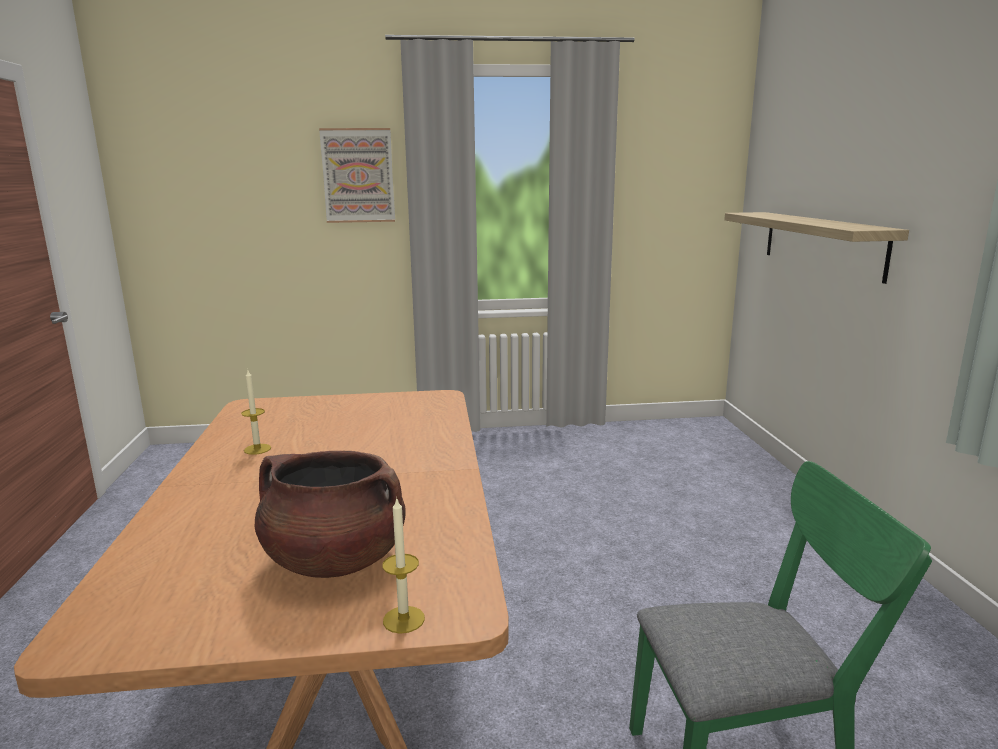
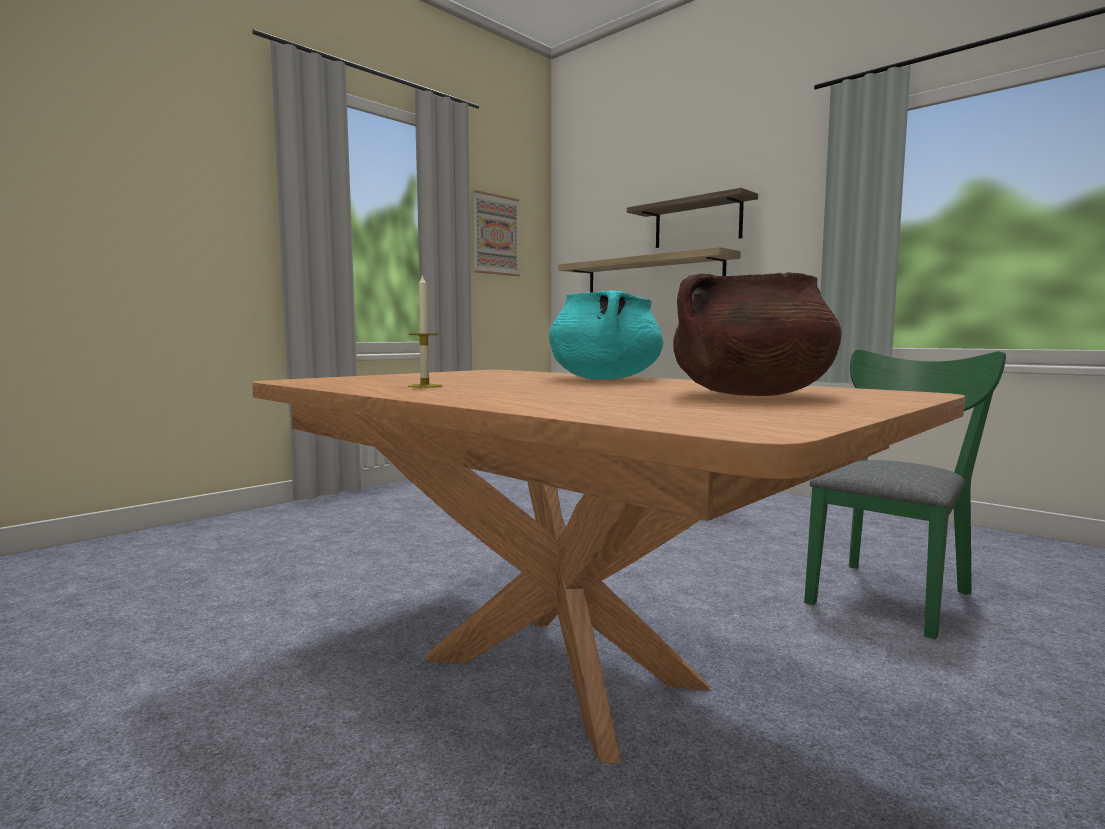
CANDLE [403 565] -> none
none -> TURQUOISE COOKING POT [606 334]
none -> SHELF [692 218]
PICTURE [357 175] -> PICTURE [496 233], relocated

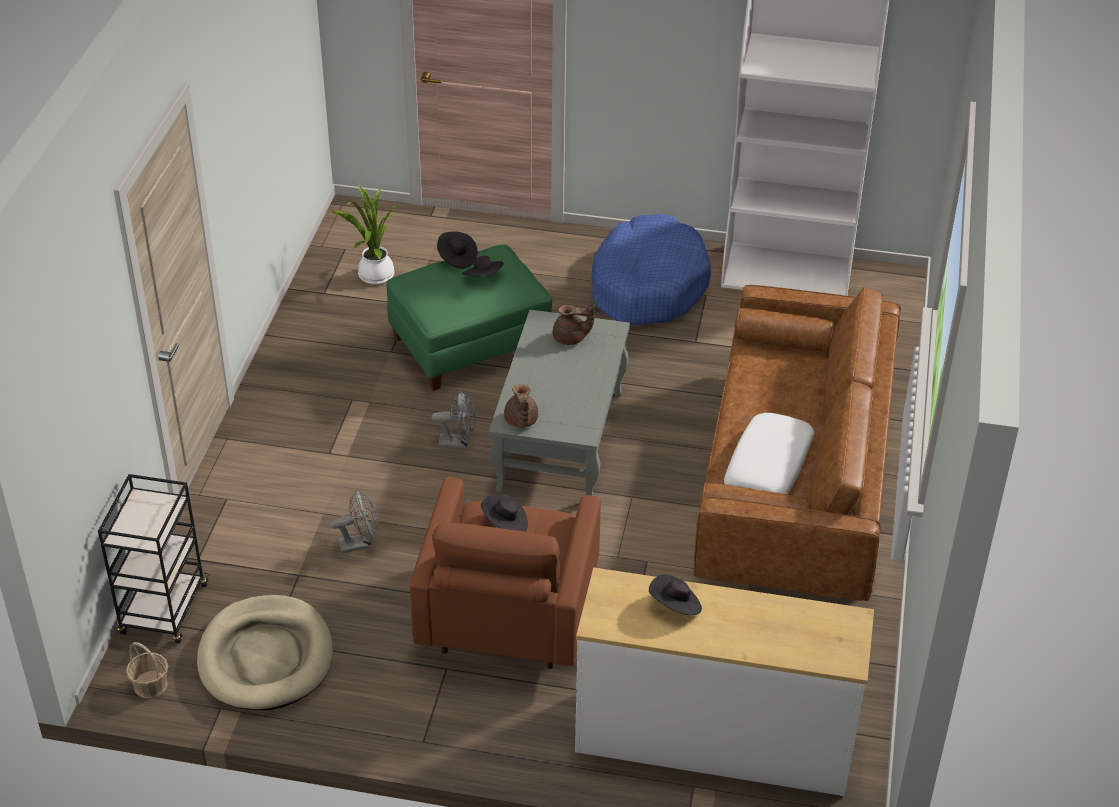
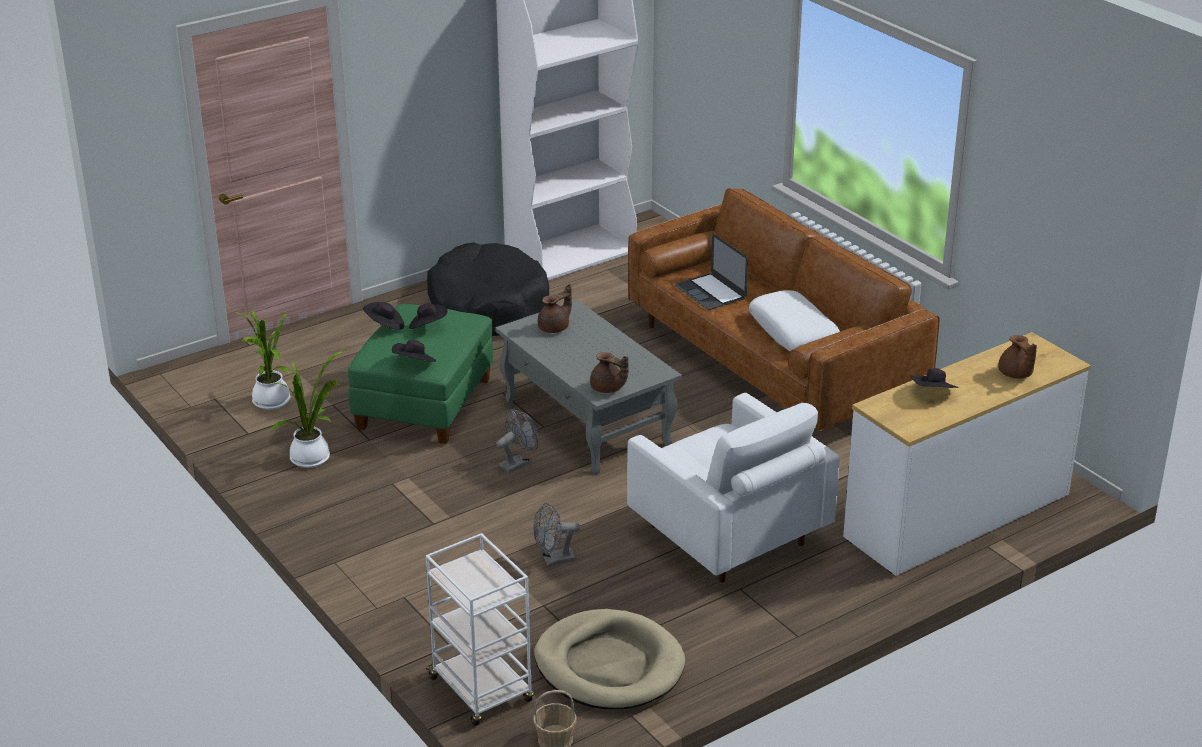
none -> POTTED PLANT [308 409]
none -> LAPTOP [711 272]
none -> BROWN TEAPOT [1017 357]
BLACK HAT [504 512] -> BLACK HAT [414 351], relocated
BLACK CART [154 558] -> WHITE CART [480 629]
BROWN ARMCHAIR [505 573] -> WHITE ARMCHAIR [733 487]
BLUE DOG BED [651 269] -> BLACK DOG BED [488 289]
GREY FAN [354 521] -> GREY FAN [556 534], 135 degrees counterclockwise

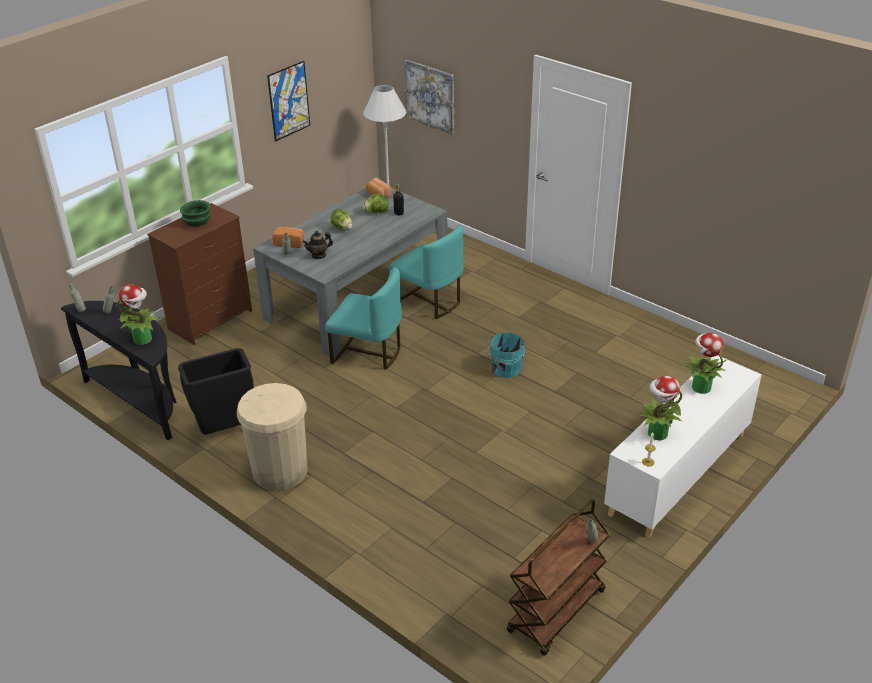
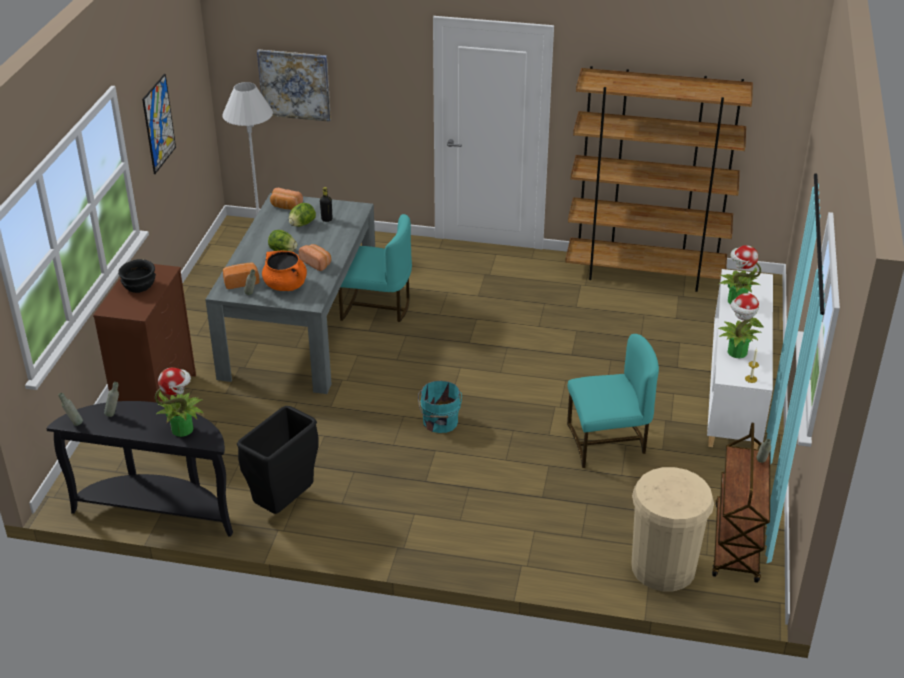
none -> BREAD [315 257]
none -> BROWN BOOKCASE [659 179]
BEIGE TRASH CAN [272 436] -> BEIGE TRASH CAN [672 529], relocated
TURQUOISE CHAIR [363 318] -> TURQUOISE CHAIR [613 401], relocated
TURQUOISE BUCKET [505 355] -> TURQUOISE BUCKET [440 407], relocated
TEAPOT [318 245] -> ORANGE COOKING POT [284 270]
GREEN BOWL [195 213] -> BLACK BOWL [137 276]

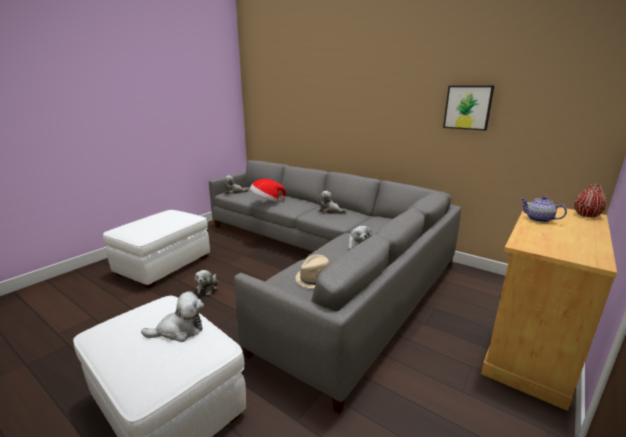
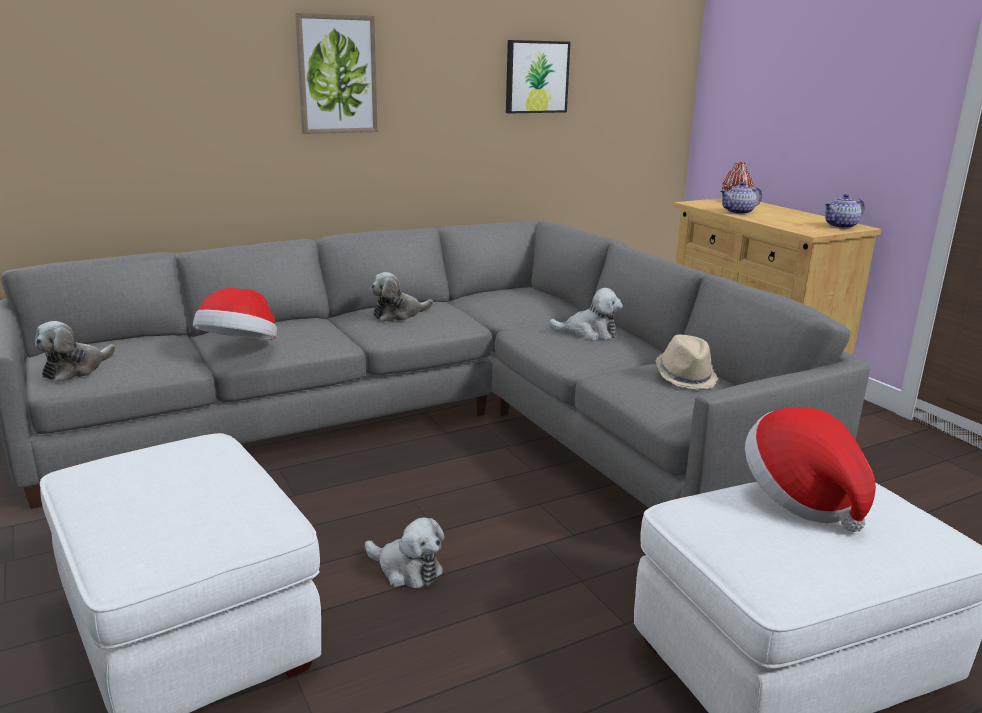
none -> PICTURE [336 73]
none -> TEAPOT [844 211]
PLUSH TOY [172 316] -> HAT [810 469]

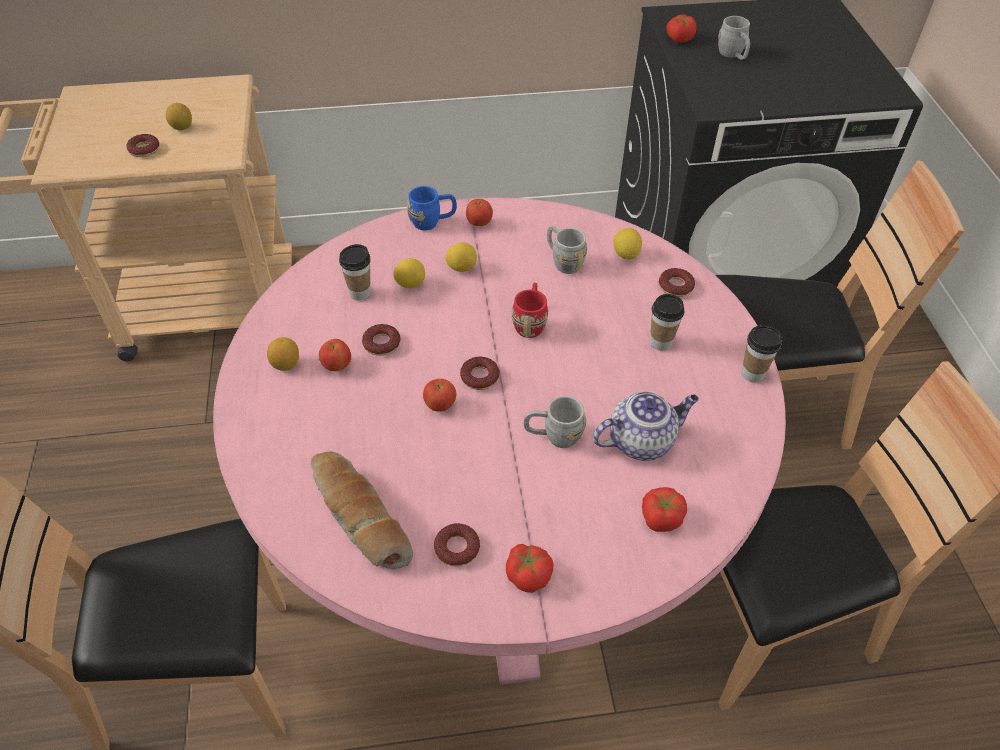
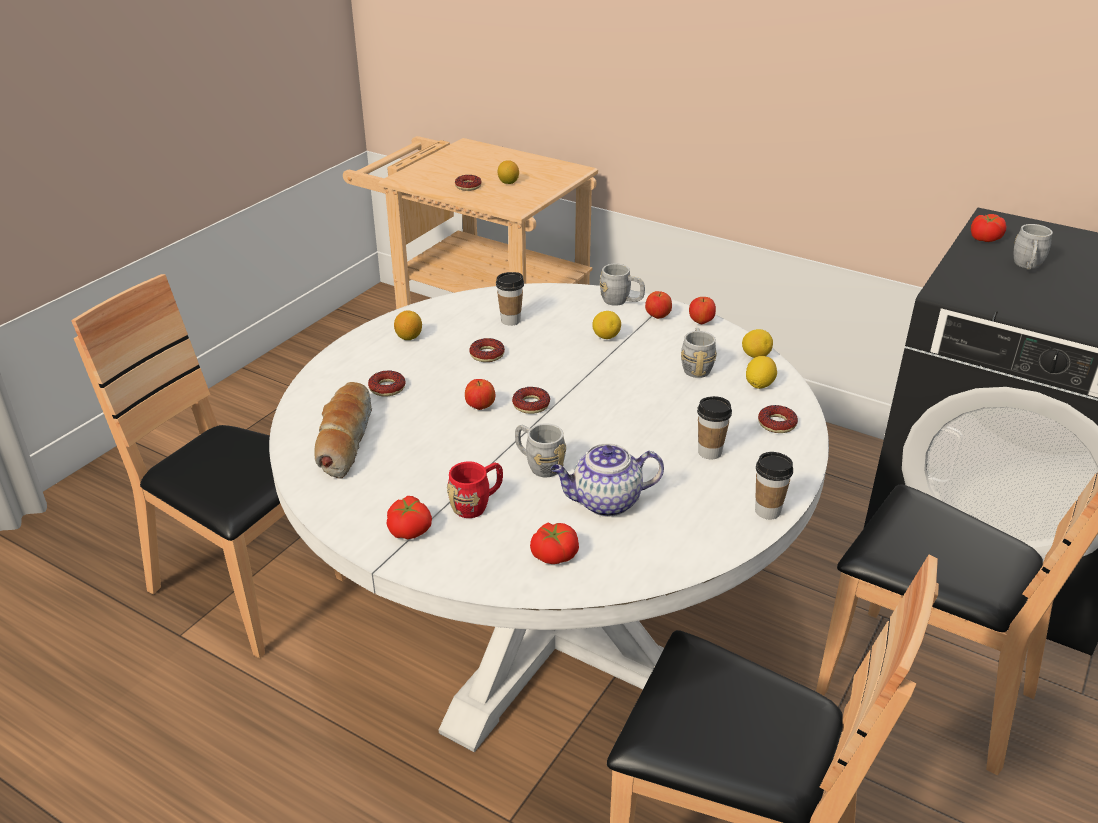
APPLE [335 355] -> APPLE [702 310], relocated
LEMON [409 273] -> LEMON [757 343], relocated
DONUT [457 545] -> DONUT [386 384], relocated
RED MUG [530 310] -> RED MUG [475 490], relocated
PINK DINING TABLE [499 441] -> WHITE DINING TABLE [549 517]
BLUE MUG [432 208] -> GREY MUG [622 285]
TEAPOT [646 425] -> TEAPOT [607 480], 150 degrees clockwise

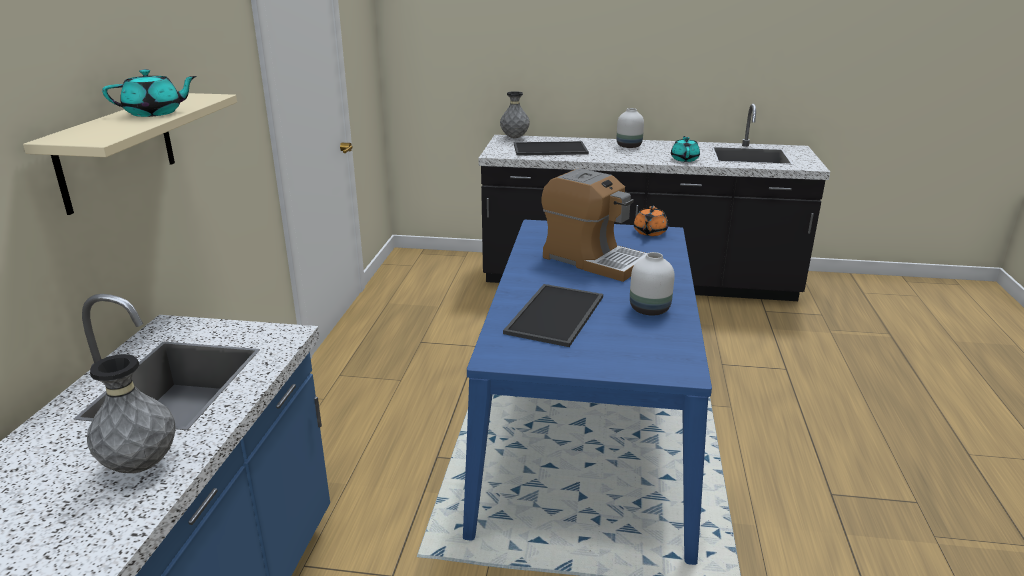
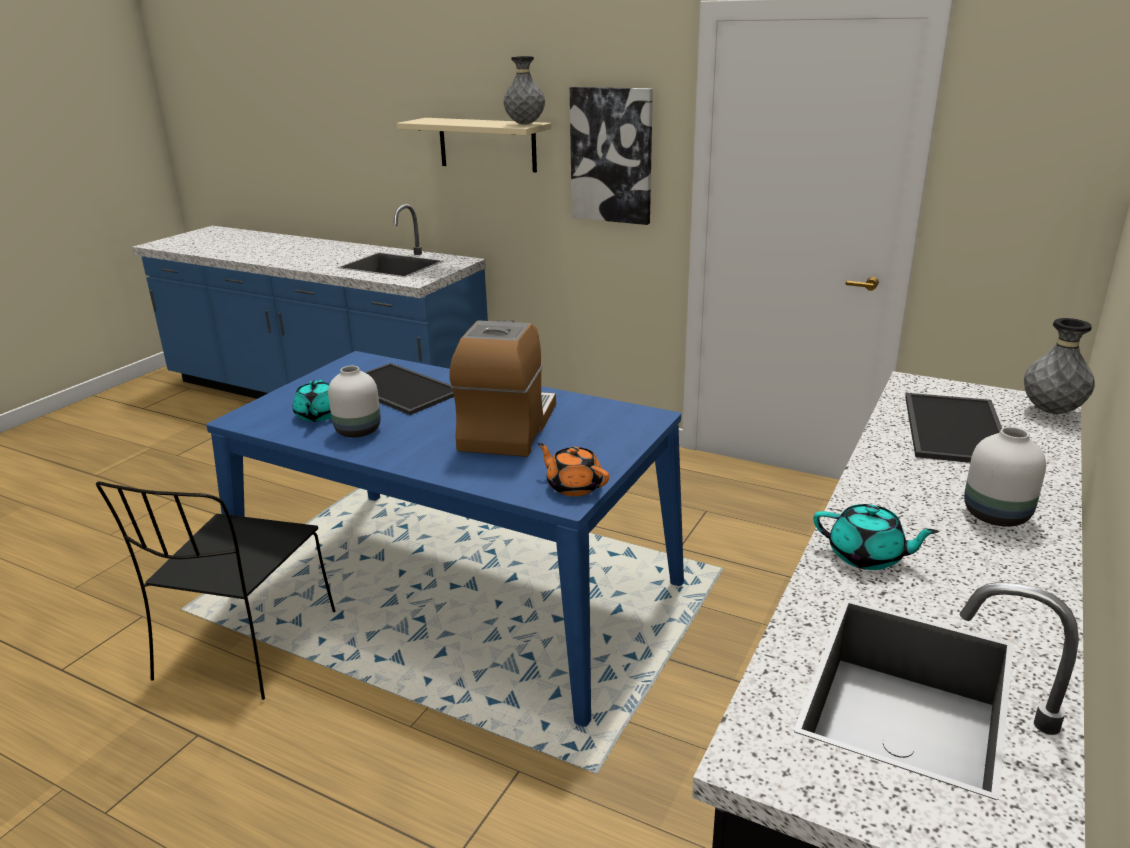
none -> BLACK CHAIR [216 590]
none -> PICTURE [611 156]
GREY VASE [131 413] -> GREY VASE [524 90], relocated
TURQUOISE TEAPOT [149 93] -> TURQUOISE TEAPOT [312 401], relocated
COFFEE MACHINE [594 225] -> COFFEE MACHINE [502 388], 135 degrees clockwise

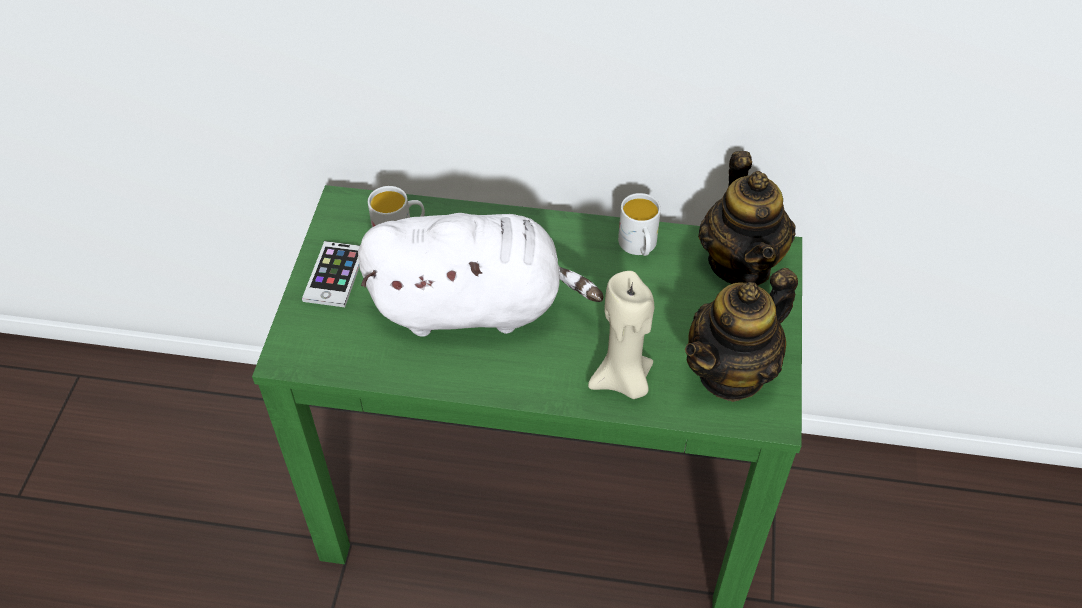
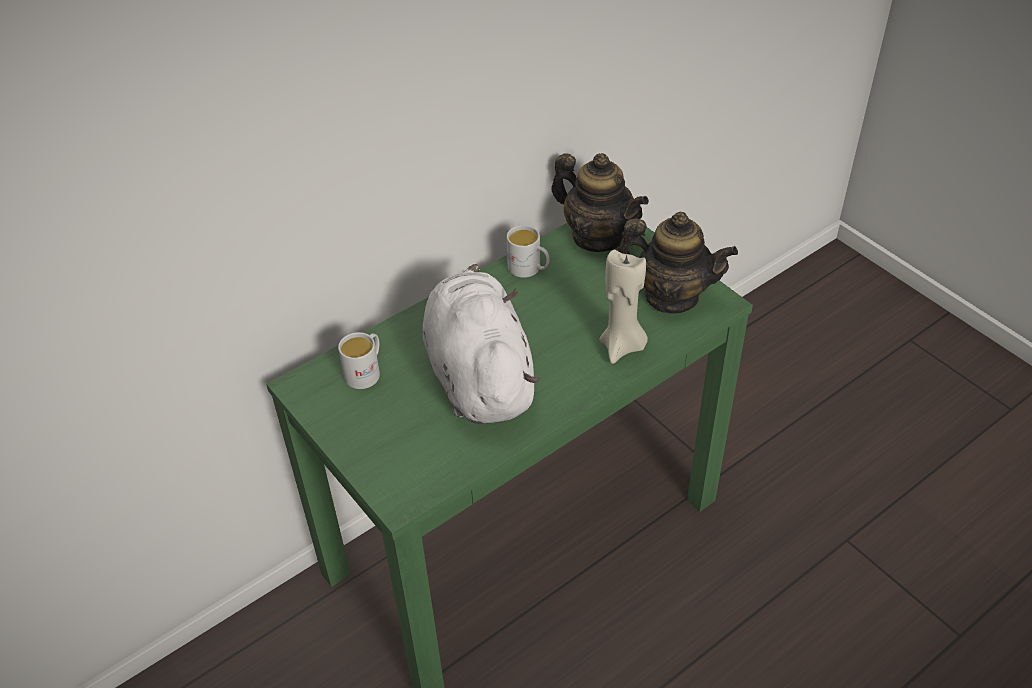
PHONE [331 274] -> none
WHITE PLUSH TOY [480 275] -> WHITE PLUSH TOY [481 344], 60 degrees counterclockwise
TEAPOT [741 335] -> TEAPOT [677 262], 75 degrees counterclockwise

